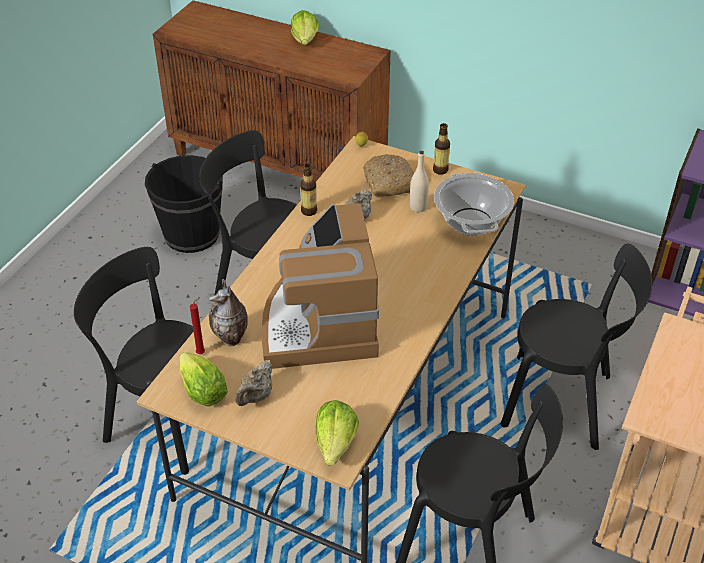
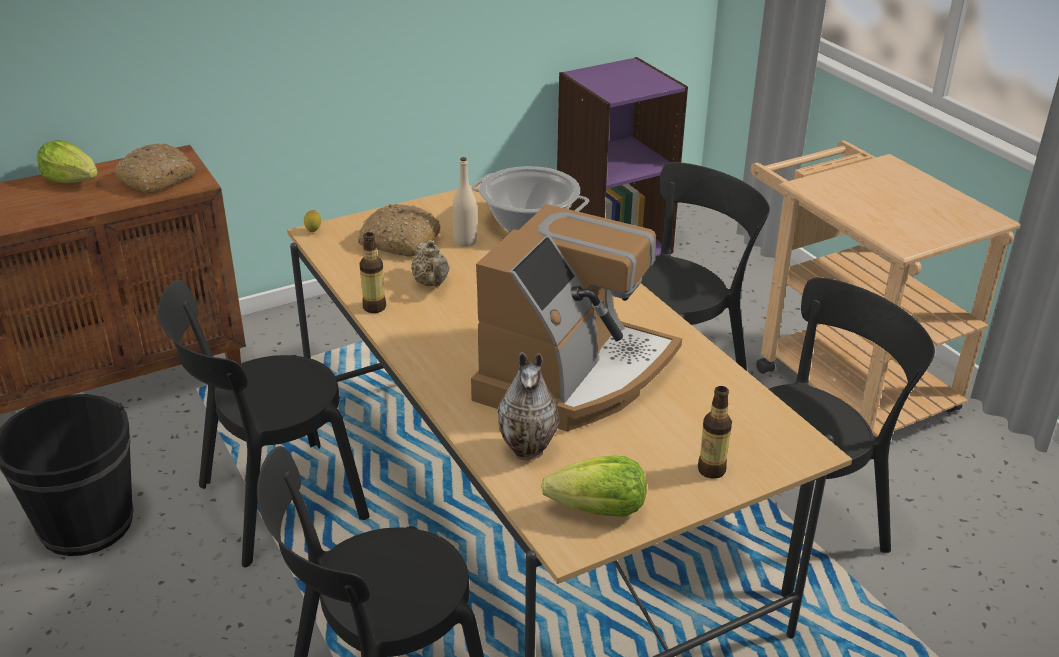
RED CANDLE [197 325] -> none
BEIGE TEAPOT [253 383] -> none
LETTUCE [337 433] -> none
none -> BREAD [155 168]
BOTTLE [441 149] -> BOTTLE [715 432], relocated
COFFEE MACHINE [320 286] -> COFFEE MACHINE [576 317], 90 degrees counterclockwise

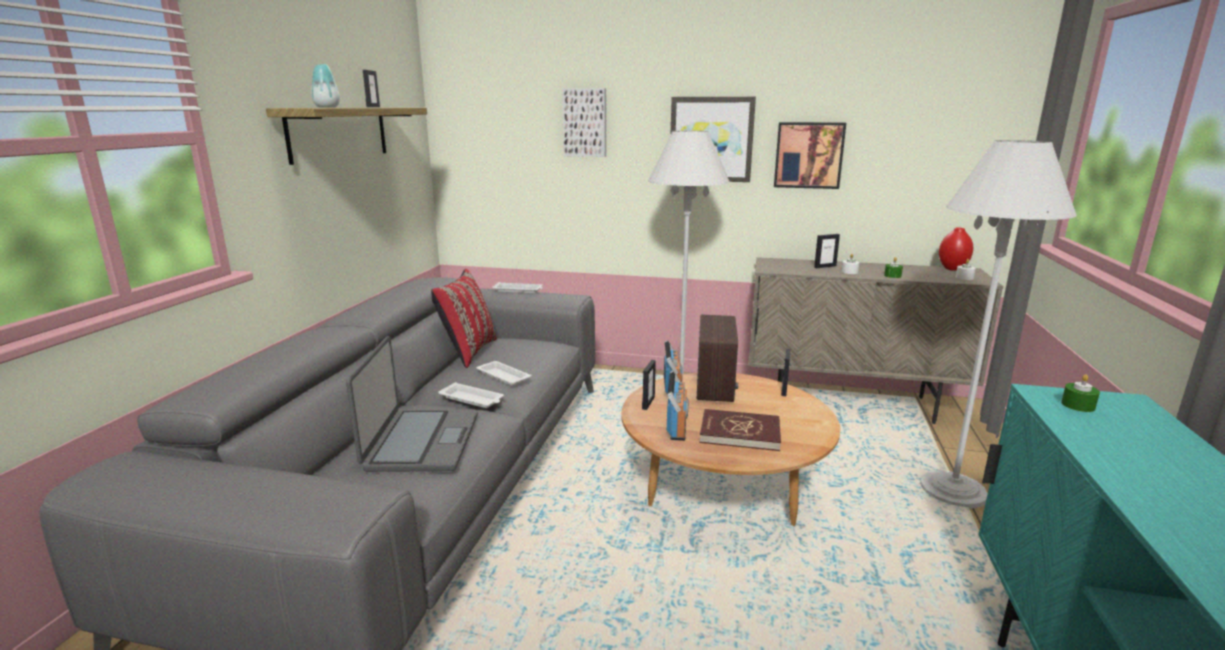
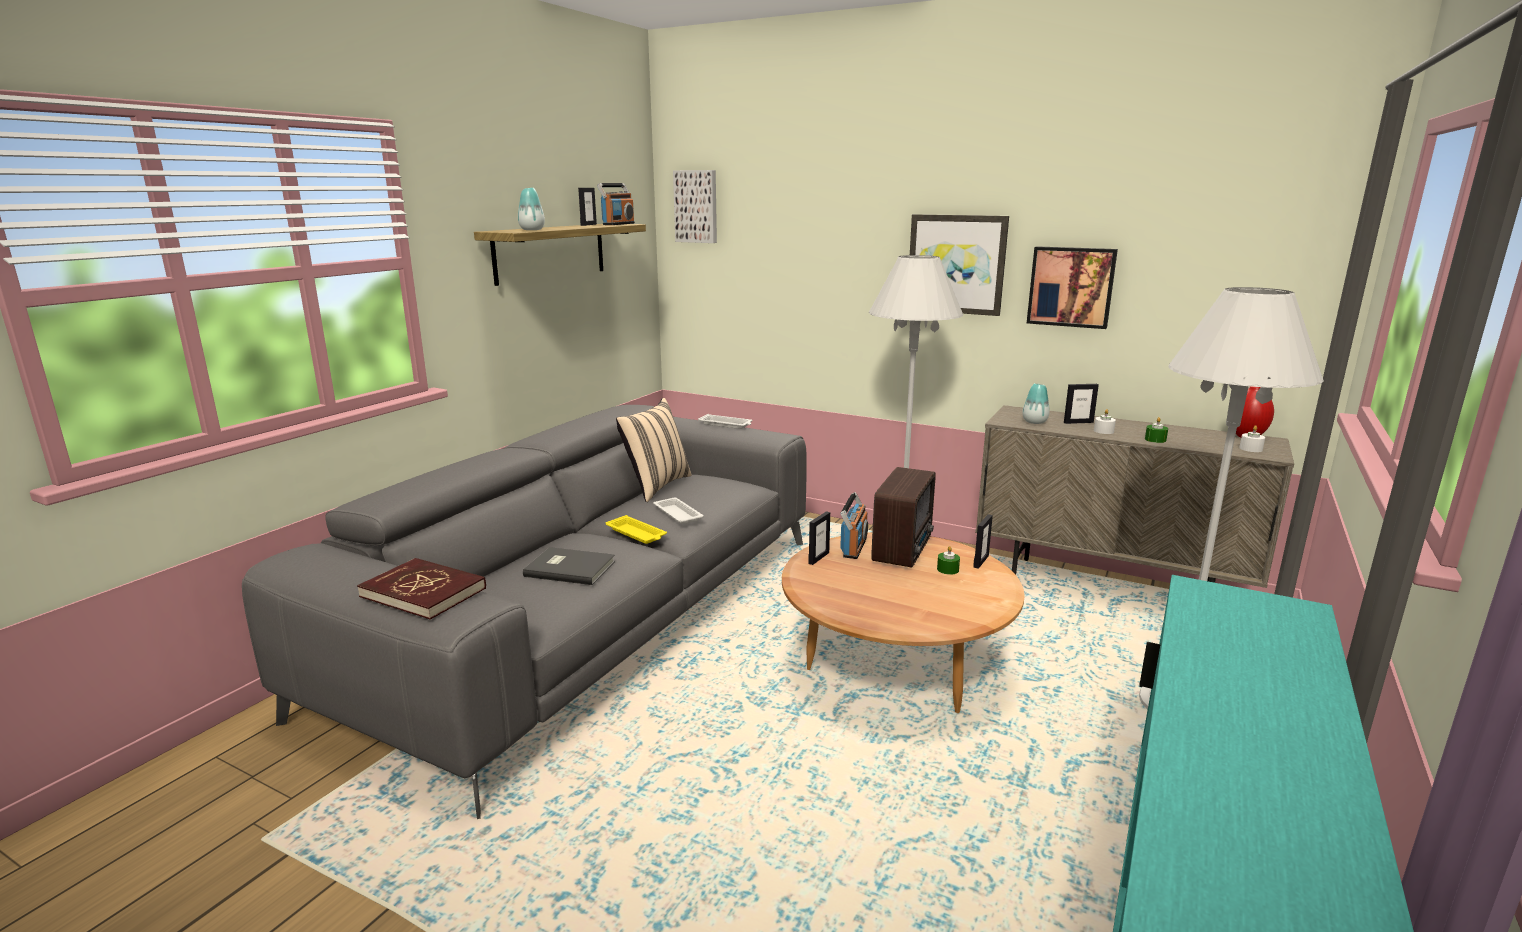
none -> VASE [1036 403]
PICTURE [584 122] -> PICTURE [695 206], relocated
RADIO [678 405] -> RADIO [616 204], relocated
RED BOOK [740 430] -> RED BOOK [421 589], relocated
GREEN CANDLE [1080 393] -> GREEN CANDLE [948 560], relocated
LAPTOP [412 404] -> GREY BOOK [569 566]
RED PILLOW [464 318] -> BEIGE PILLOW [654 450]
WHITE TRAY [471 395] -> YELLOW TRAY [636 529]

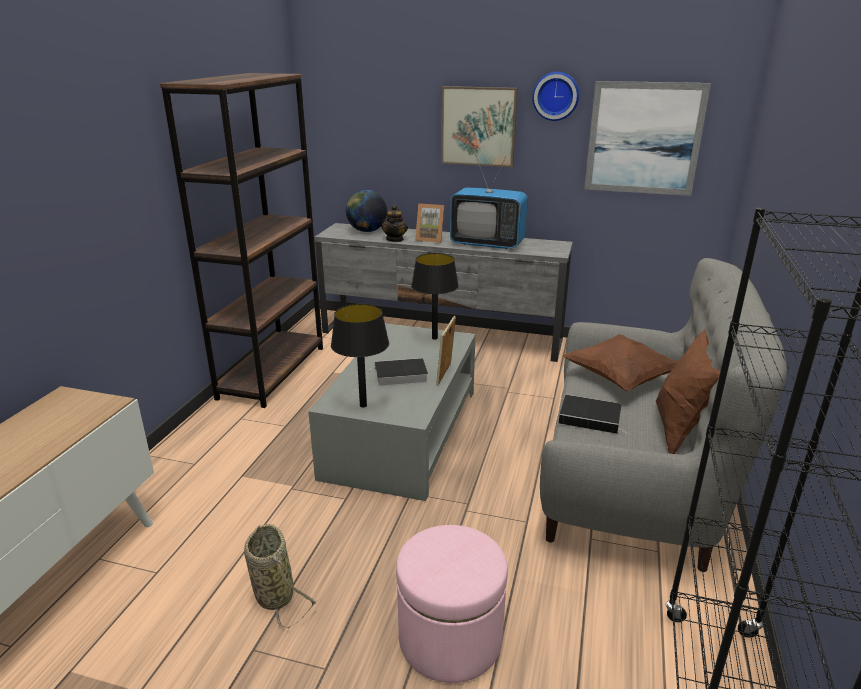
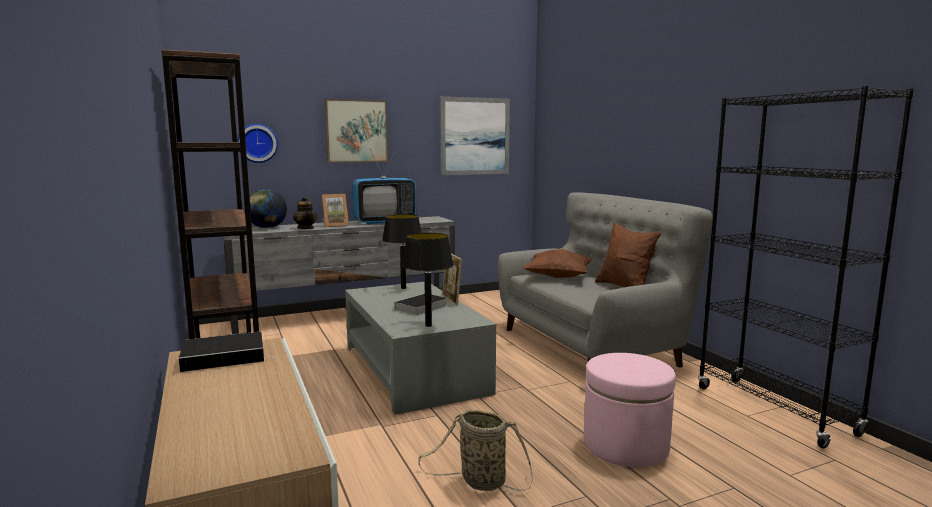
WALL CLOCK [555 96] -> WALL CLOCK [257 143], relocated
BOOK [593 414] -> BOOK [228 352], relocated

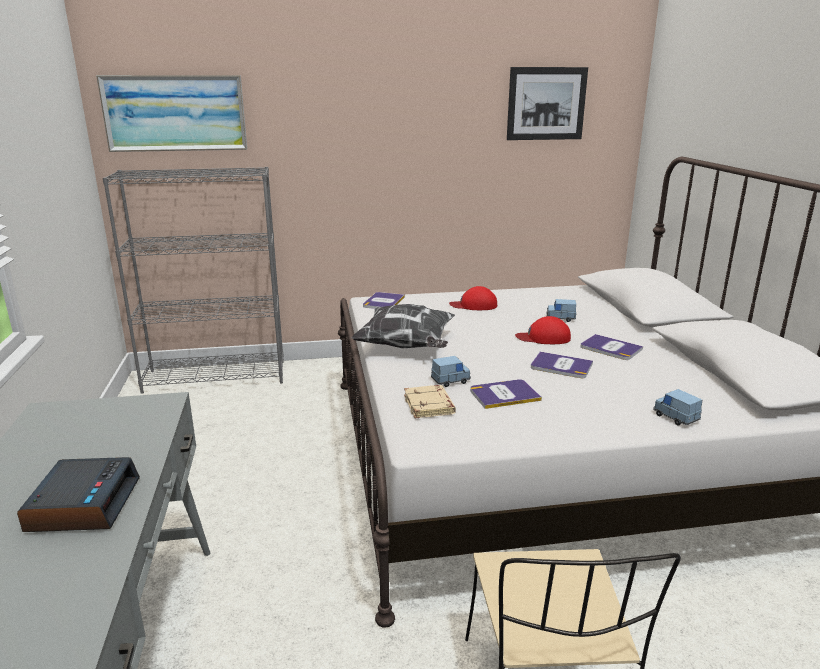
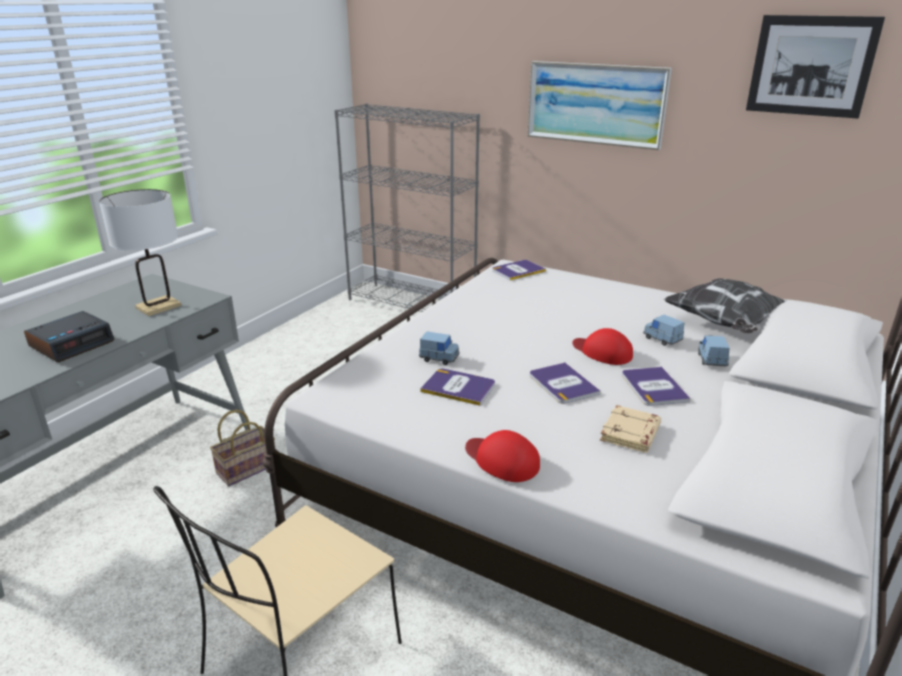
none -> WHITE TABLE LAMP [140 252]
none -> BASKET [242 448]
PICTURE [171 113] -> PICTURE [600 105], relocated
PILLOW [403 326] -> PILLOW [725 305], relocated
BEIGE BOOK [430 401] -> BEIGE BOOK [630 429], relocated
RED CAP [473 298] -> RED CAP [502 456], relocated
BLUE TOY CAR [677 407] -> BLUE TOY CAR [714 350], relocated

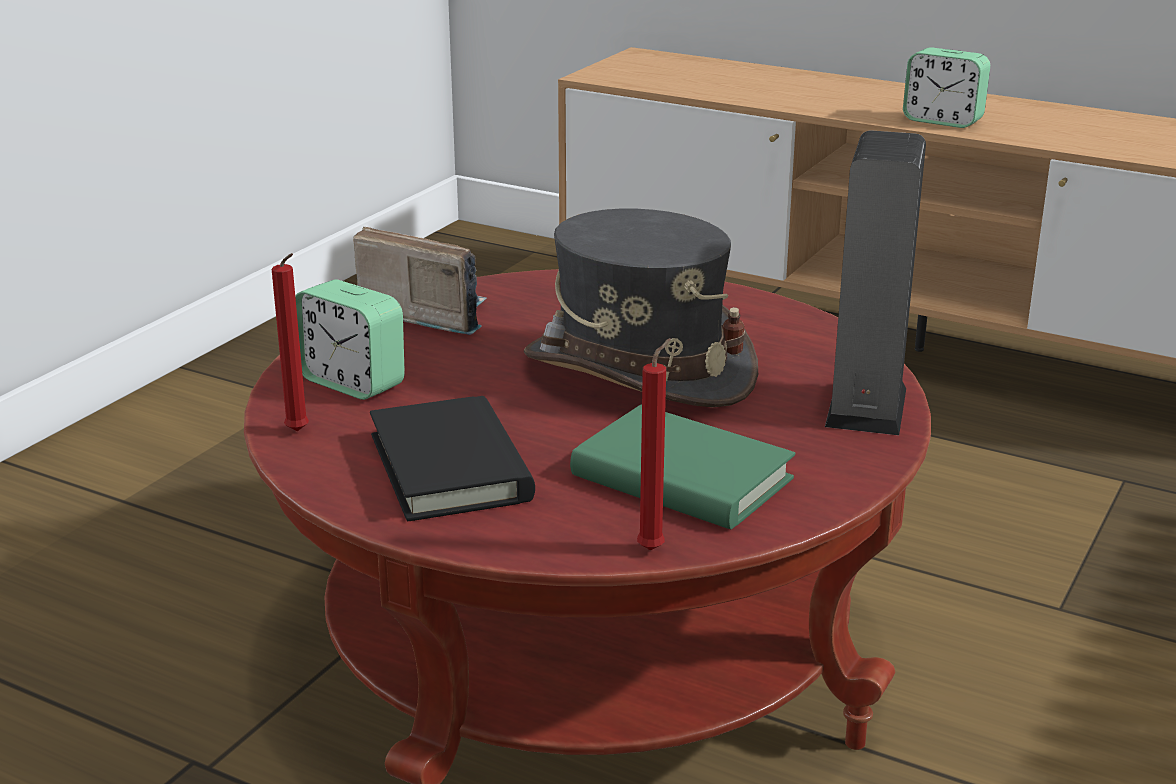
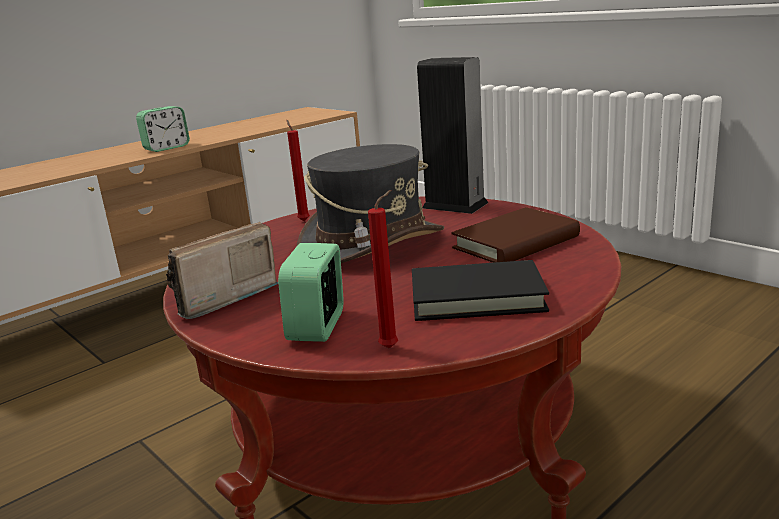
RED CANDLE [654 444] -> RED CANDLE [298 170], relocated
GREEN BOOK [682 467] -> BROWN BOOK [515 235]
ALARM CLOCK [350 340] -> ALARM CLOCK [311 292], 135 degrees clockwise

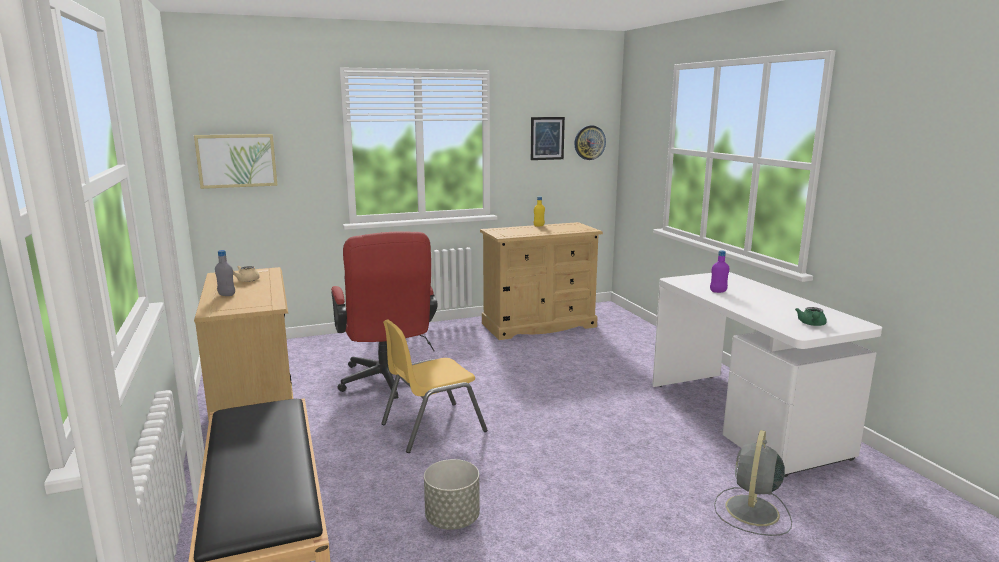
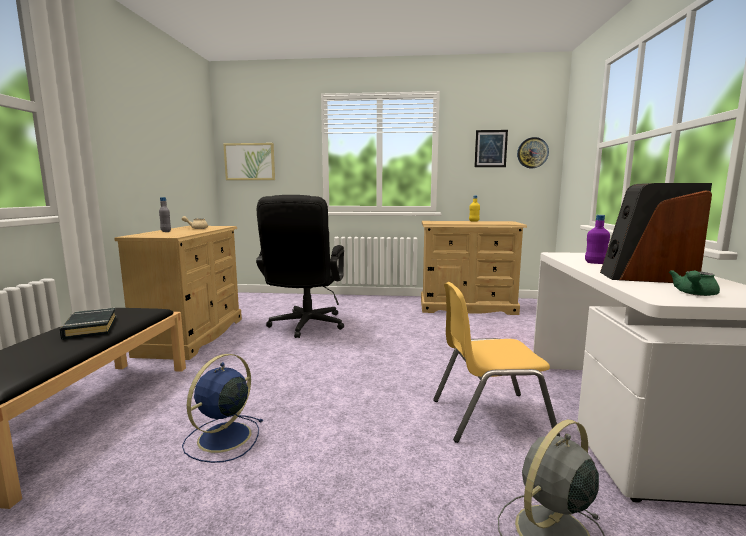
none -> BLACK BOOK [88 324]
none -> SPEAKER [656 233]
YELLOW CHAIR [434 386] -> YELLOW CHAIR [496 362], relocated
GREY PLANTER [452 494] -> BLUE FAN [223 408]
RED OFFICE CHAIR [384 315] -> BLACK OFFICE CHAIR [300 266]

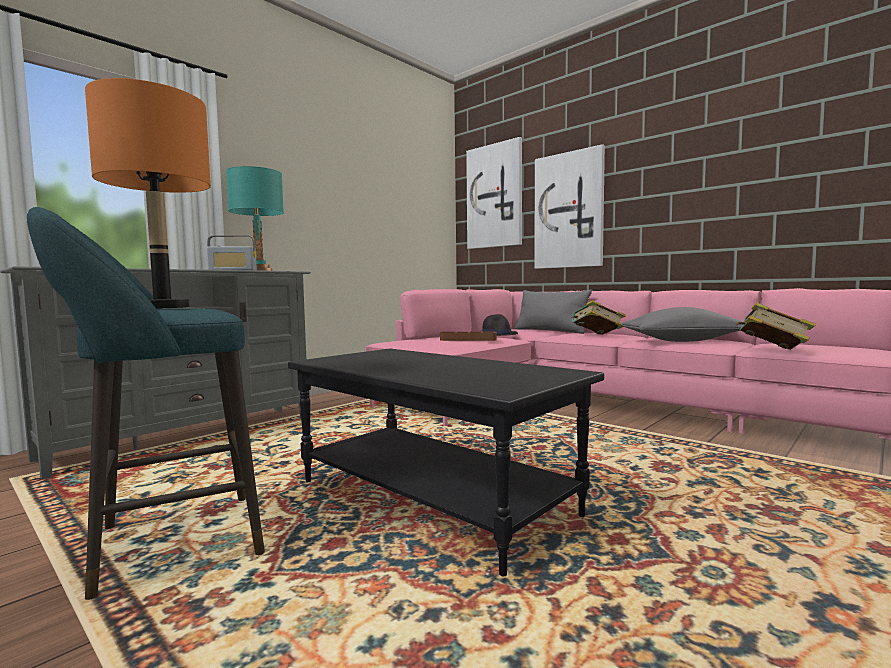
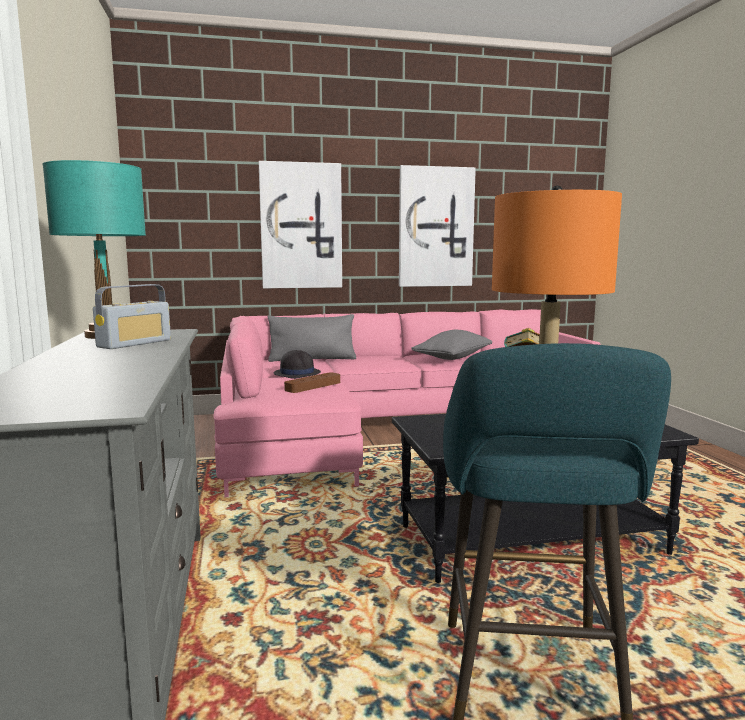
BOOK [598 317] -> none
PICTURE [494 193] -> PICTURE [437 226], relocated

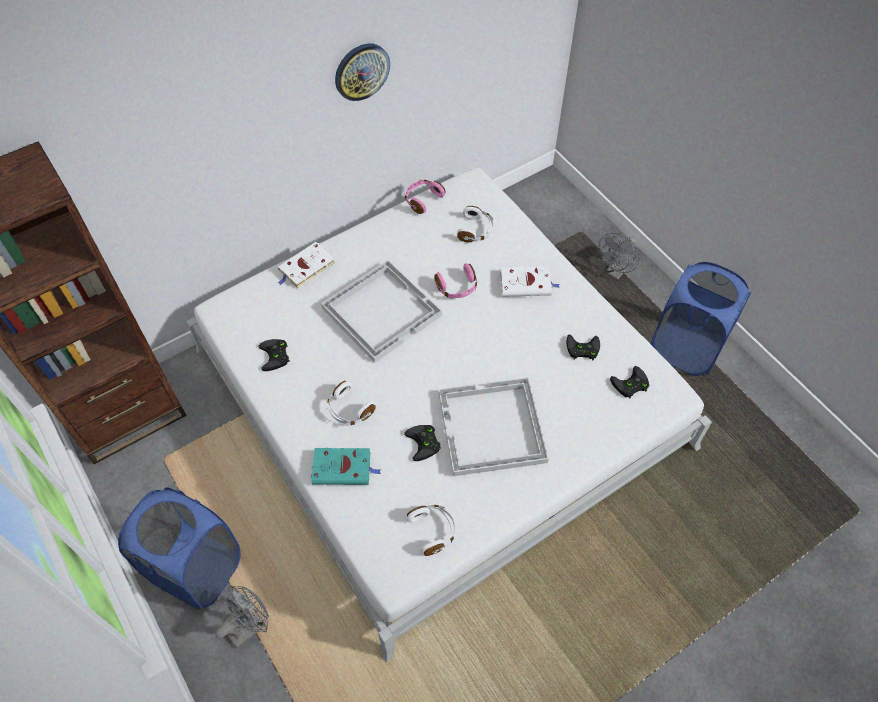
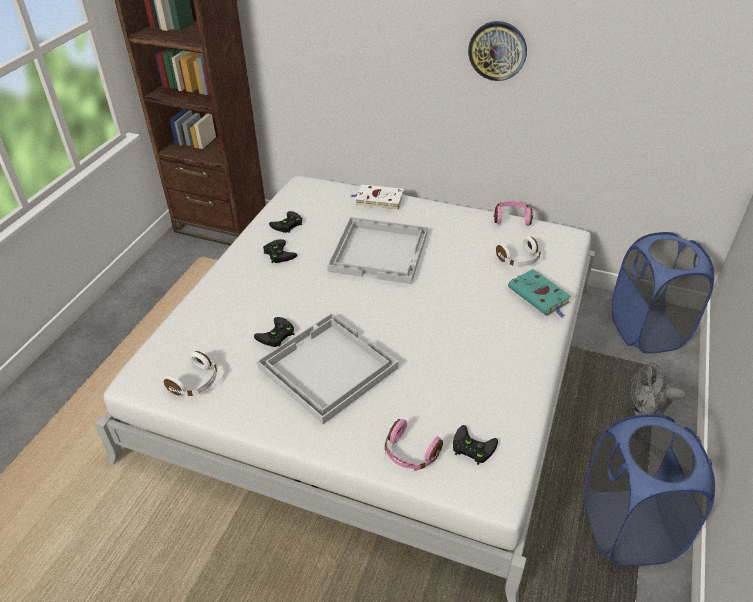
GREY FAN [242 617] -> none
WHITE HEADPHONES [351 403] -> none
WHITE BOOK [529 281] -> none
BLUE LAUNDRY BASKET [179 548] -> BLUE LAUNDRY BASKET [662 292], relocated
TURQUOISE BOOK [346 466] -> TURQUOISE BOOK [539 293], relocated
PINK HEADPHONES [455 281] -> PINK HEADPHONES [414 445], relocated
BLACK GAME CONTROLLER [583 347] -> BLACK GAME CONTROLLER [280 251], relocated

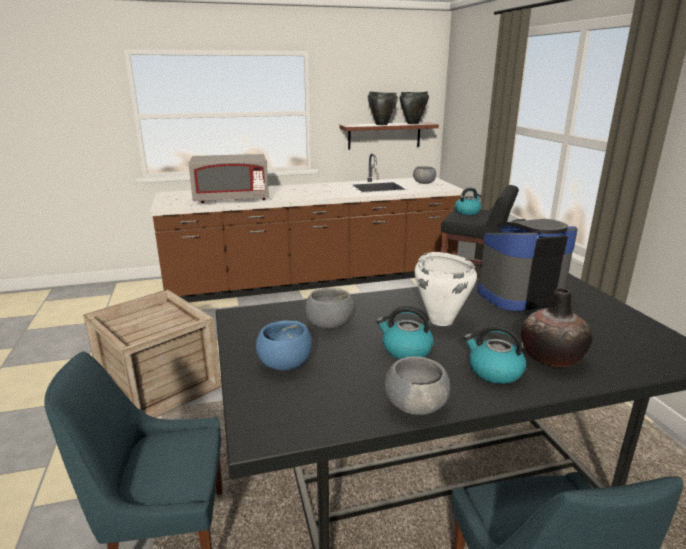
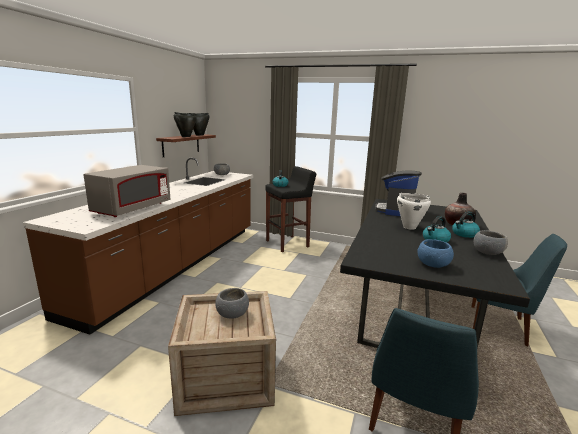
GREY BOWL [329 308] -> GREY BOWL [232 303], relocated

